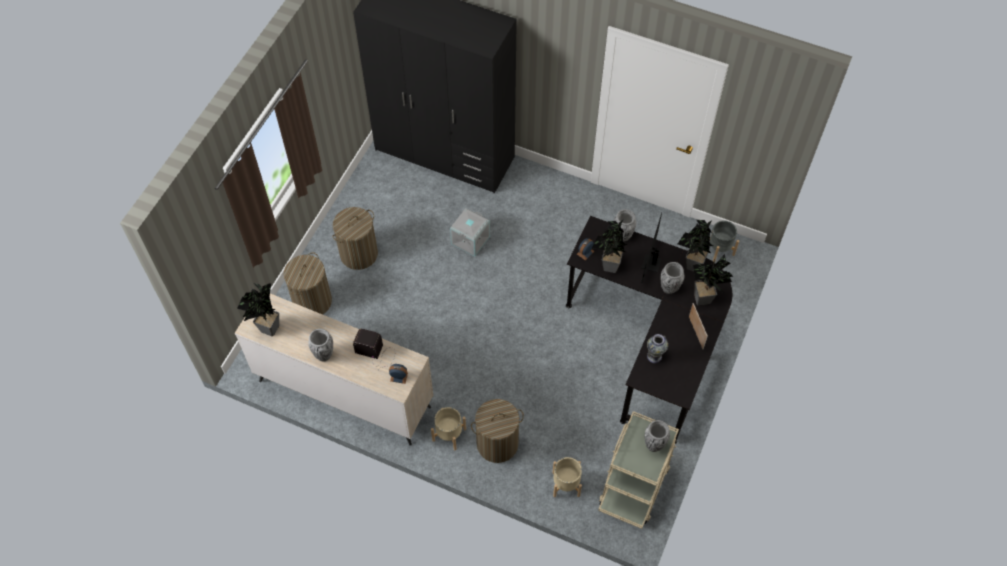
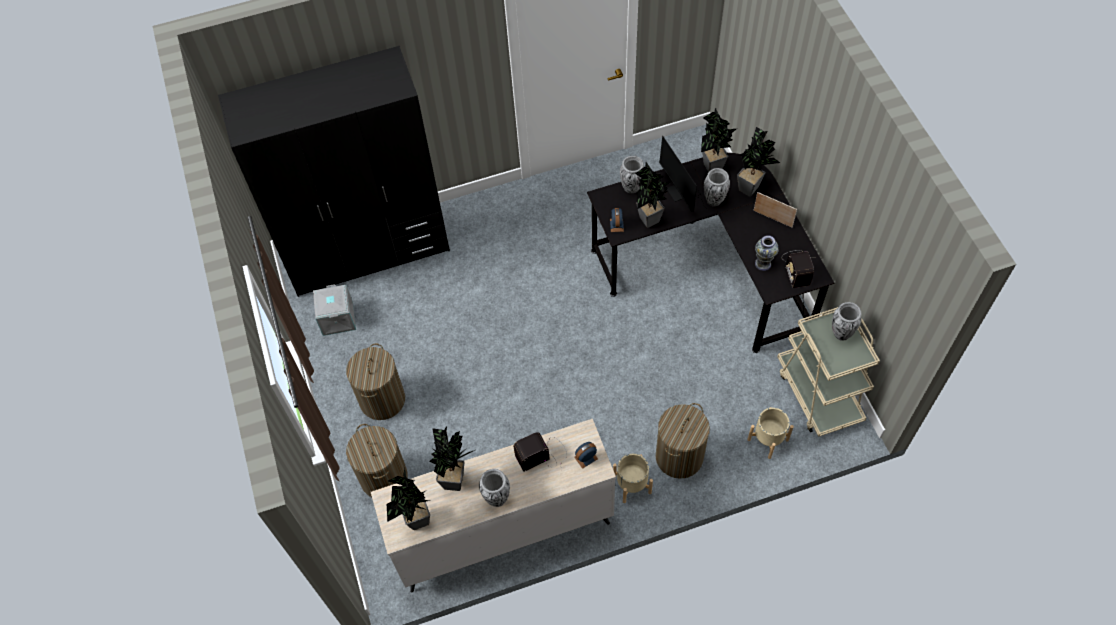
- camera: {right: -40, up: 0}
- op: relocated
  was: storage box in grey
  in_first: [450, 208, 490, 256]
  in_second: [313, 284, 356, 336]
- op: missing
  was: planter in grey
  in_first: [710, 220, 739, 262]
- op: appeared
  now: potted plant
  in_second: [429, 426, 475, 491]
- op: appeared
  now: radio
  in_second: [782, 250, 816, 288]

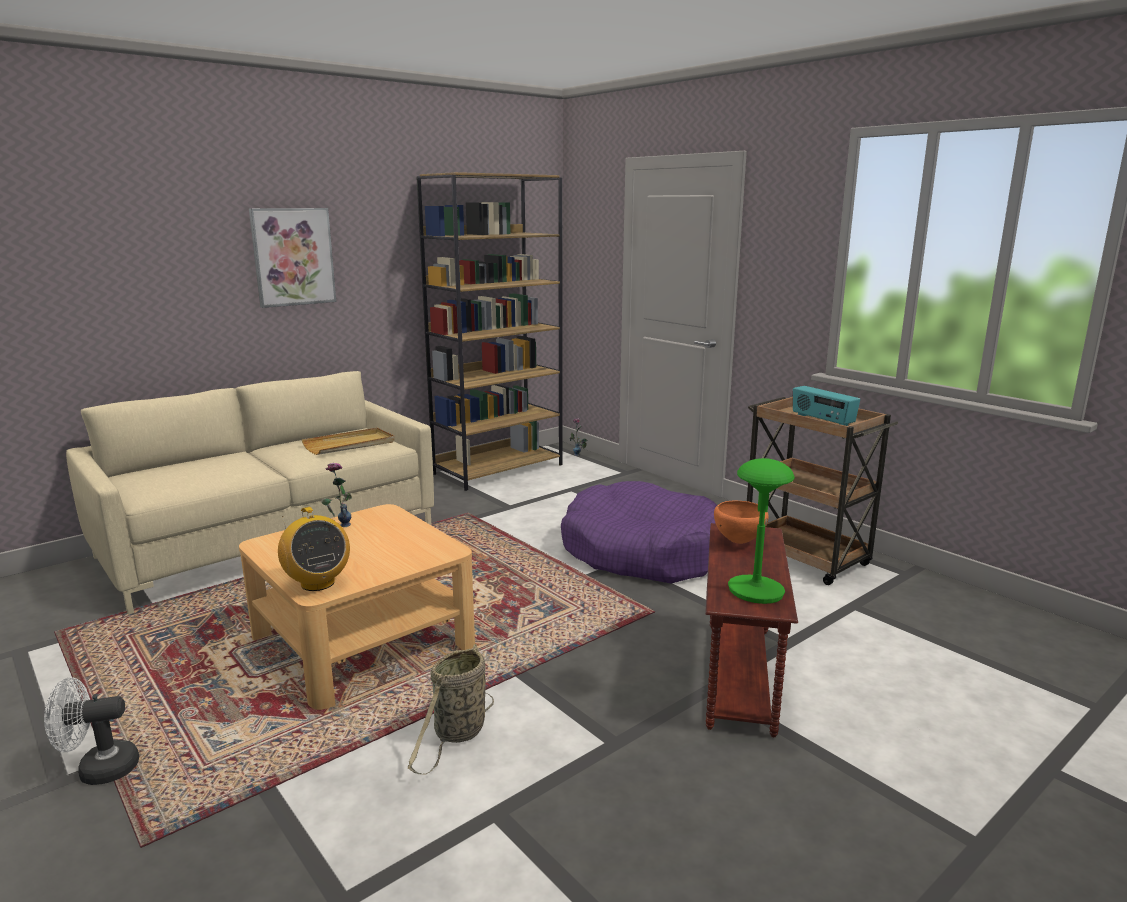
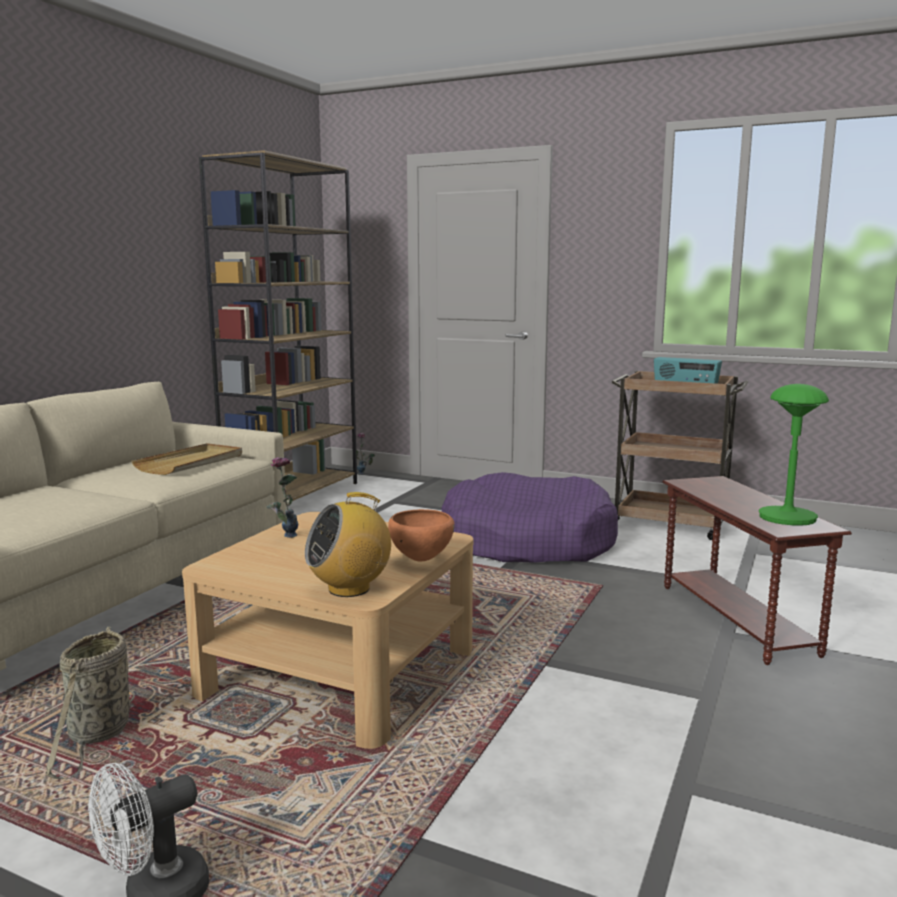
- camera: {right: -25, up: -5}
- op: missing
  was: picture
  in_first: [249, 208, 336, 308]
- op: spun
  was: radio
  in_first: [278, 507, 350, 591]
  in_second: [305, 492, 391, 597]
  clockwise: 120
- op: relocated
  was: basket
  in_first: [408, 644, 494, 775]
  in_second: [46, 627, 135, 779]
- op: relocated
  was: bowl in orange
  in_first: [714, 501, 769, 544]
  in_second: [388, 509, 454, 561]

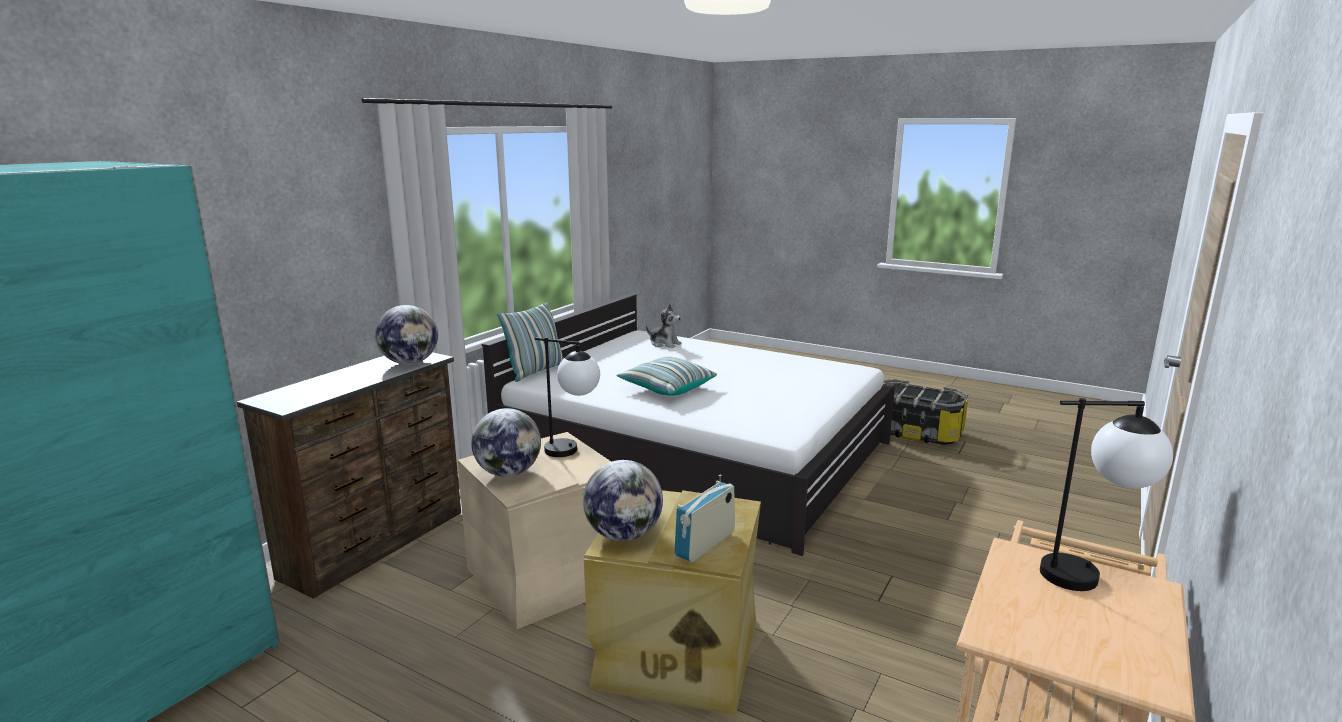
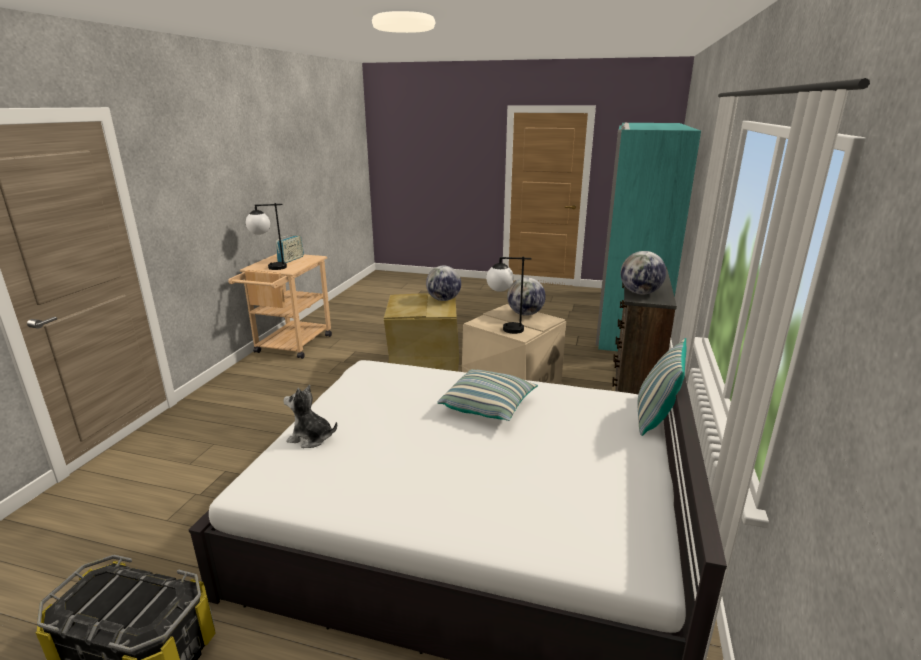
- camera: {right: 165, up: 5}
- op: relocated
  was: plush toy
  in_first: [646, 304, 682, 348]
  in_second: [283, 385, 337, 448]
- op: relocated
  was: radio
  in_first: [675, 475, 735, 562]
  in_second: [276, 235, 304, 263]

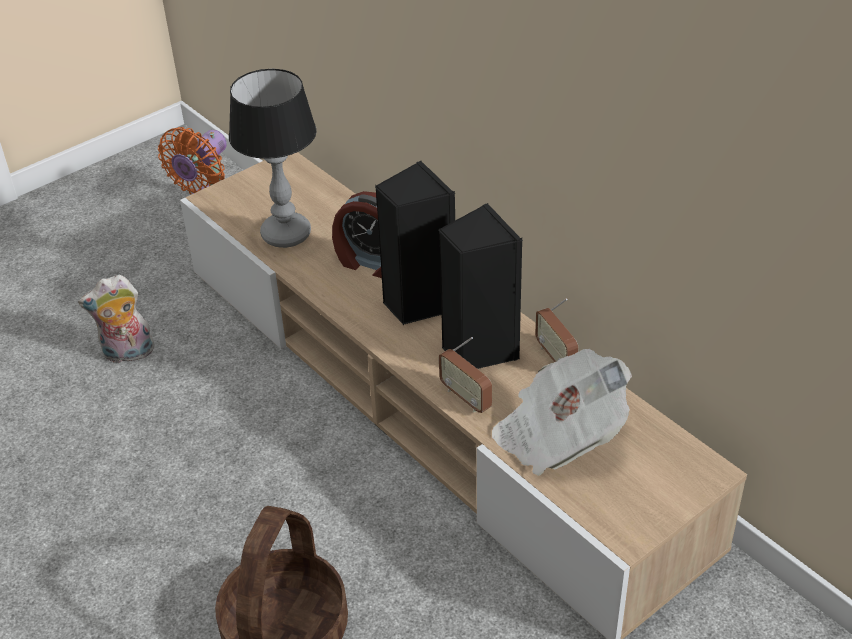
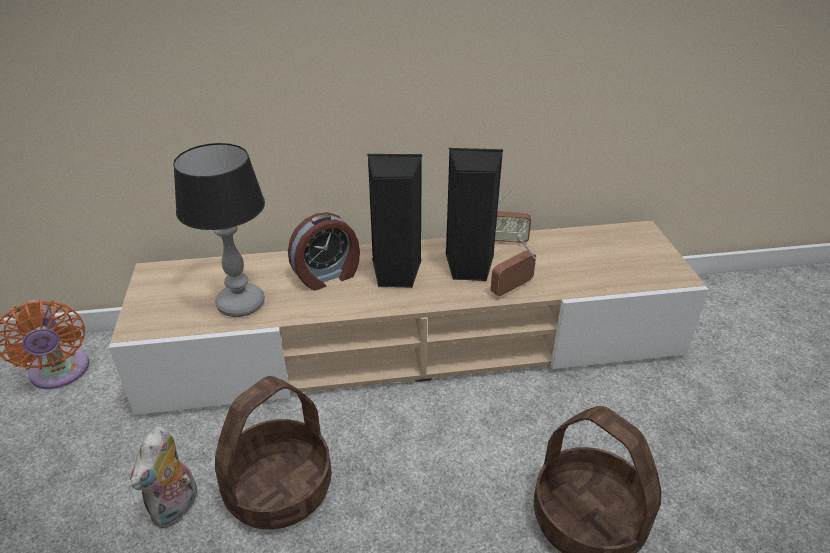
- camera: {right: -60, up: -5}
- op: spun
  was: radio
  in_first: [439, 337, 492, 413]
  in_second: [491, 240, 536, 297]
  clockwise: 150
- op: missing
  was: newspaper
  in_first: [492, 349, 632, 476]
- op: appeared
  now: basket
  in_second: [215, 376, 332, 529]

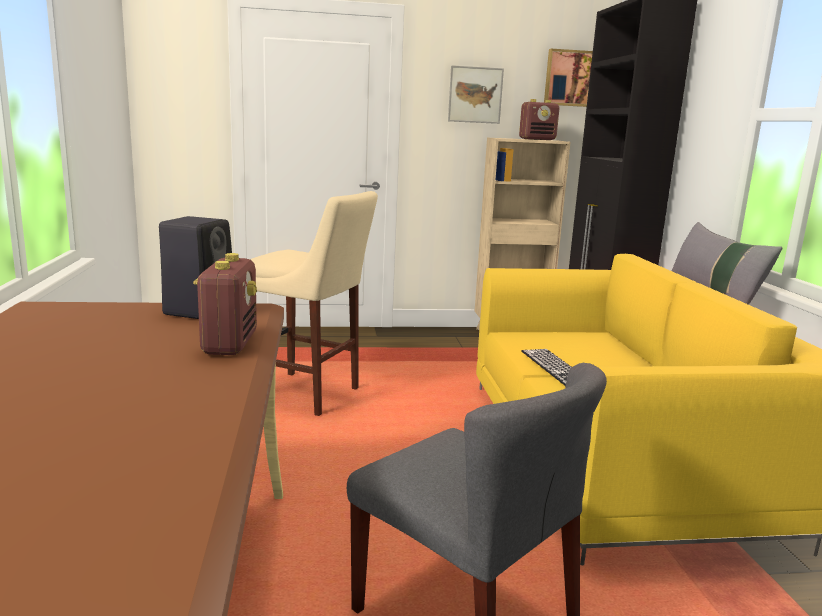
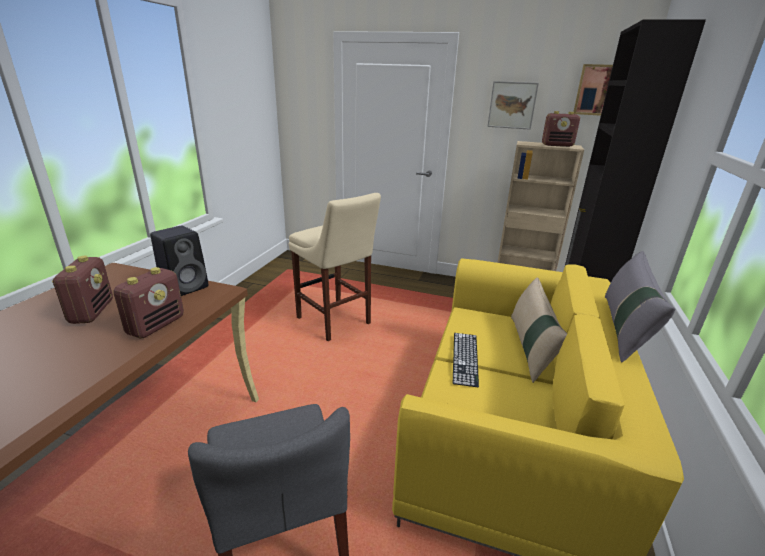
- camera: {right: 25, up: 10}
- op: appeared
  now: radio
  in_second: [52, 256, 113, 324]
- op: appeared
  now: pillow in beige
  in_second: [511, 277, 567, 383]

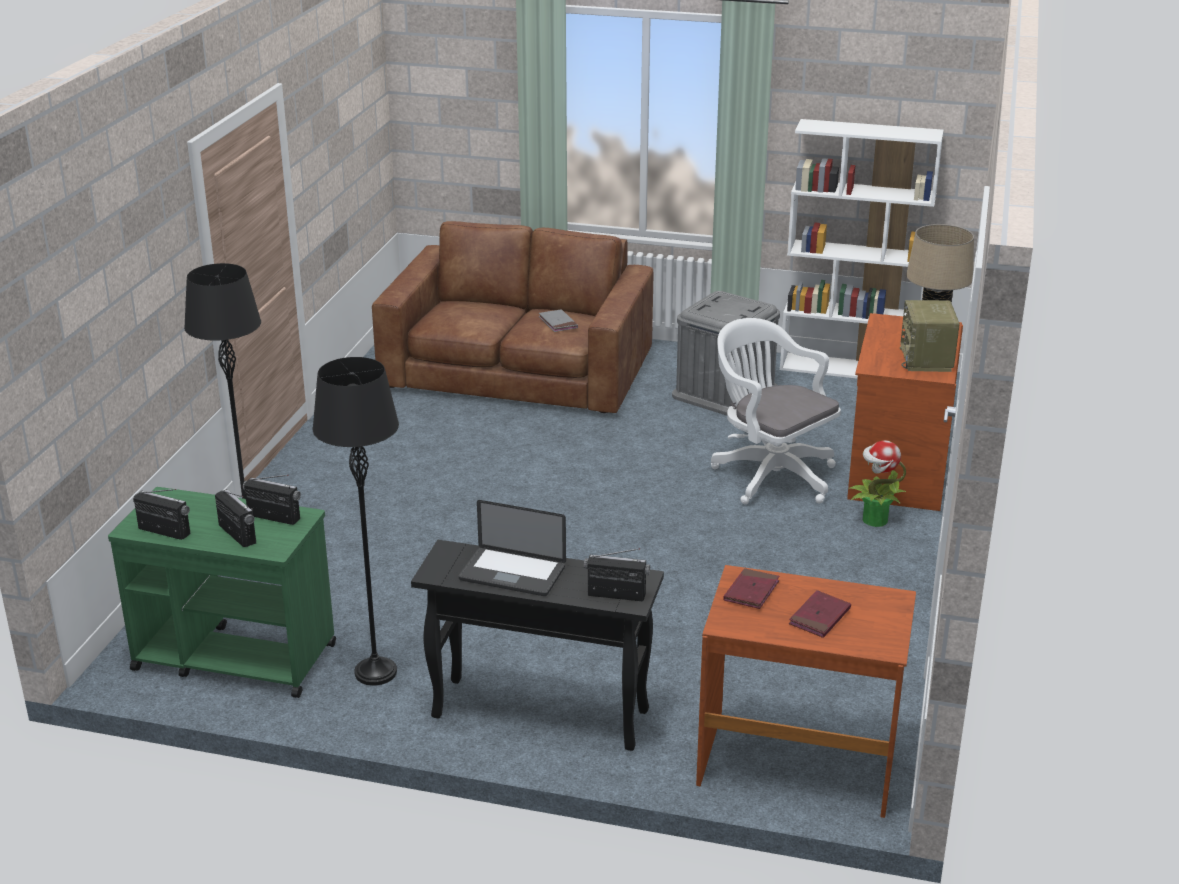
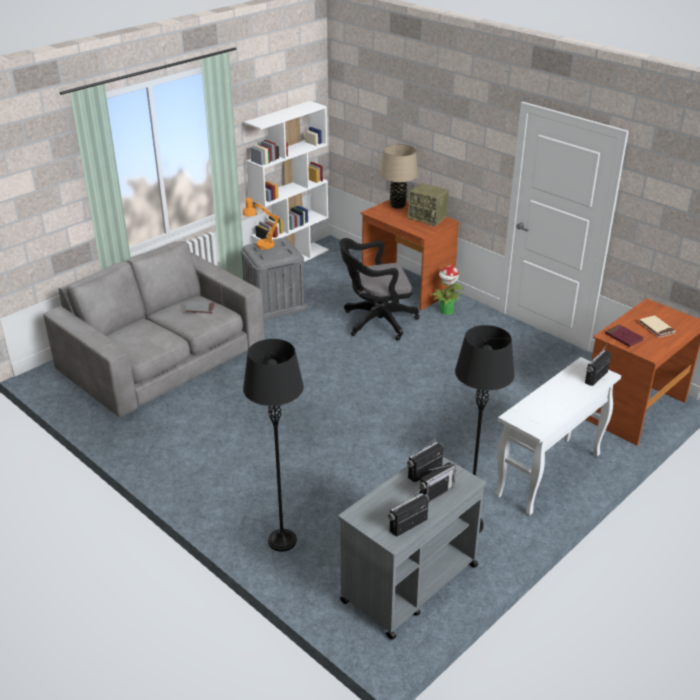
- camera: {right: -60, up: 5}
- op: colour
  was: cart in green
  now: cart in grey
  in_first: [108, 487, 336, 698]
  in_second: [339, 457, 486, 640]
- op: spun
  was: radio
  in_first: [215, 489, 256, 547]
  in_second: [419, 462, 458, 502]
  clockwise: 150
- op: colour
  was: sofa in brown
  now: sofa in grey
  in_first: [372, 221, 653, 413]
  in_second: [44, 241, 265, 417]
- op: colour
  was: console table in black
  now: console table in white
  in_first: [411, 540, 664, 751]
  in_second: [495, 357, 621, 515]
- op: missing
  was: laptop
  in_first: [459, 500, 566, 596]
- op: colour
  was: office chair in white
  now: office chair in black
  in_first: [711, 318, 841, 504]
  in_second: [339, 238, 419, 341]
- op: colour
  was: book in red
  now: book in beige
  in_first: [789, 590, 851, 638]
  in_second: [639, 315, 676, 338]
- op: appeared
  now: table lamp in orange
  in_second: [243, 198, 279, 250]

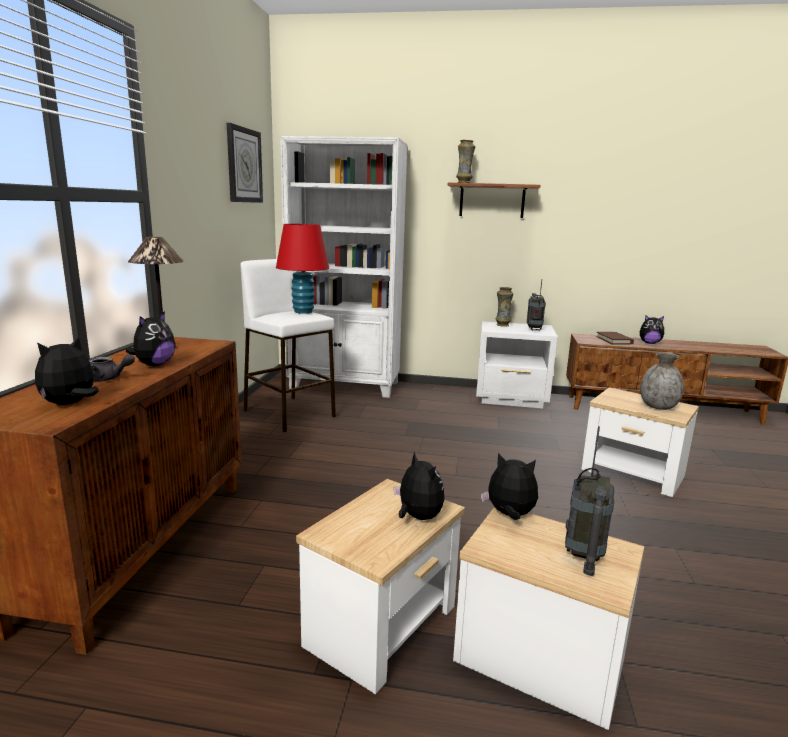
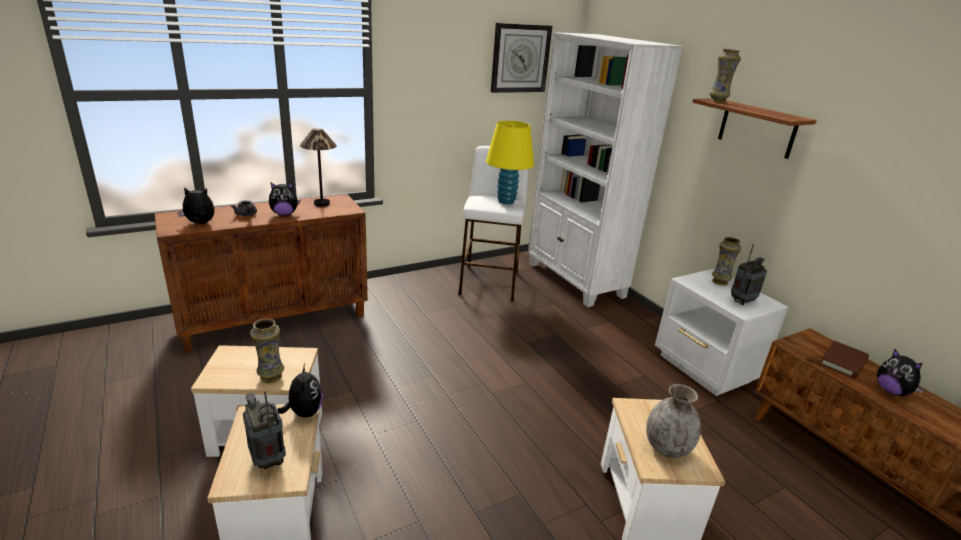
- camera: {right: 50, up: 10}
- op: colour
  was: table lamp in red
  now: table lamp in yellow
  in_first: [276, 224, 329, 314]
  in_second: [486, 121, 534, 204]
- op: exchanged
  was: plush toy
  now: vase
  in_first: [394, 451, 445, 520]
  in_second: [250, 319, 284, 383]
- op: spun
  was: radio
  in_first: [565, 426, 615, 576]
  in_second: [243, 391, 286, 469]
  clockwise: 75

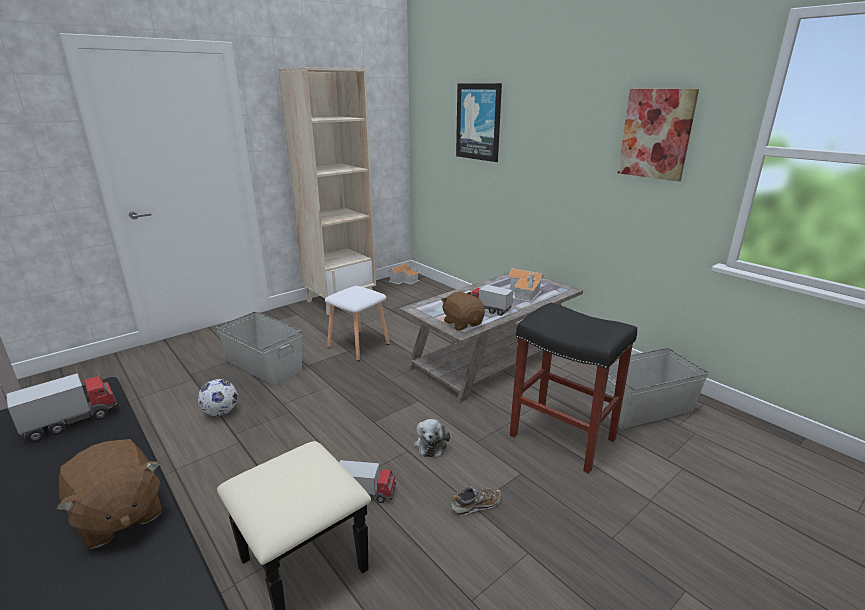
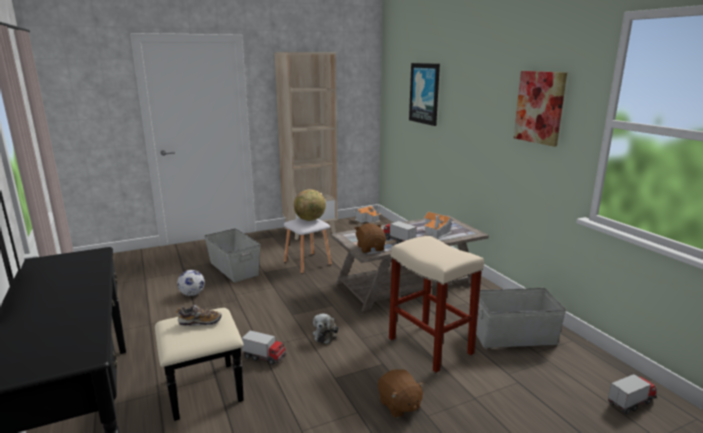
- camera: {right: 15, up: -5}
- op: relocated
  was: toy truck
  in_first: [6, 373, 119, 443]
  in_second: [608, 374, 657, 415]
- op: relocated
  was: plush toy in brown
  in_first: [57, 439, 162, 549]
  in_second: [378, 369, 425, 418]
- op: relocated
  was: shoe
  in_first: [451, 486, 501, 515]
  in_second: [176, 305, 222, 326]
- op: colour
  was: stool in black
  now: stool in beige
  in_first: [510, 303, 637, 474]
  in_second: [389, 236, 484, 373]
- op: appeared
  now: globe
  in_second: [294, 189, 326, 221]

